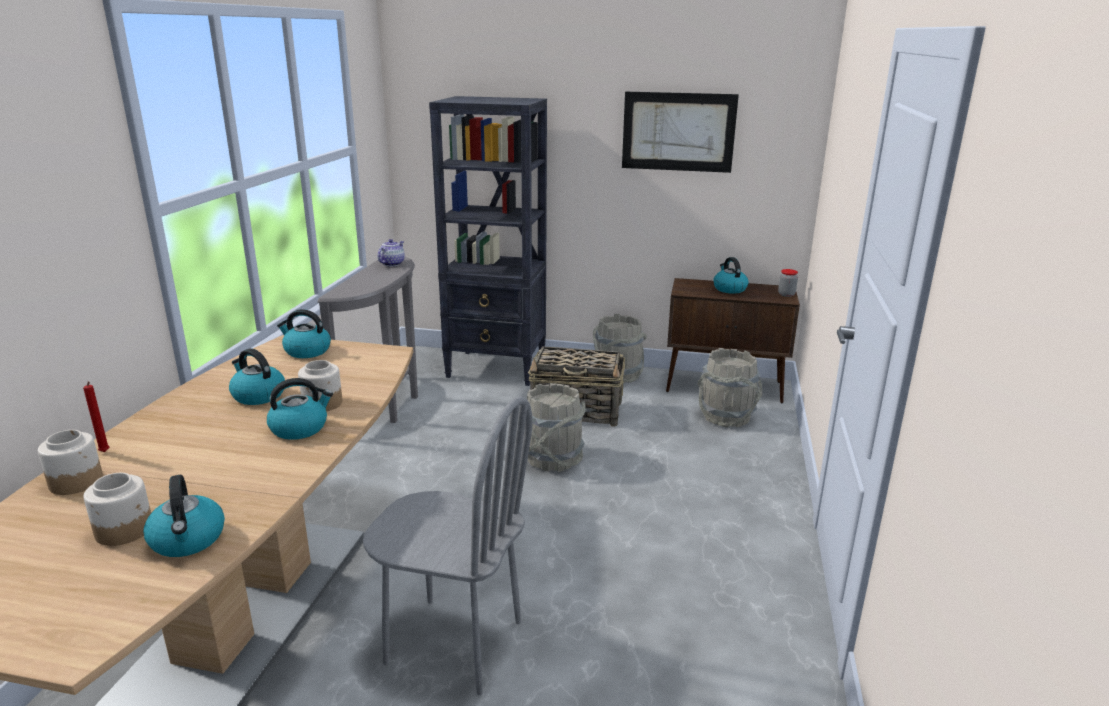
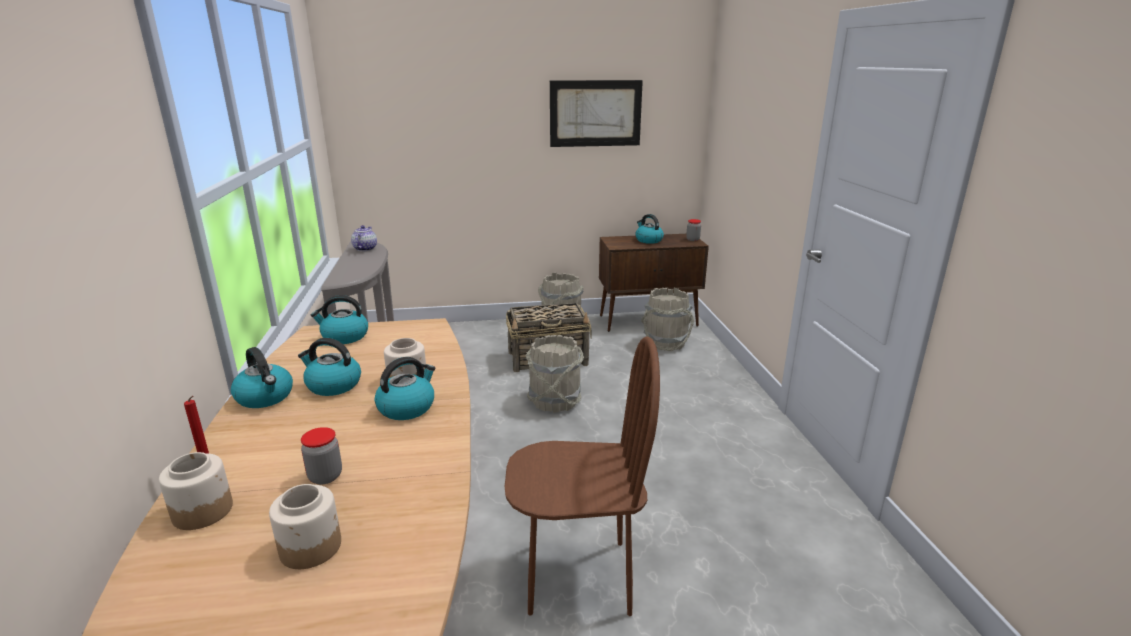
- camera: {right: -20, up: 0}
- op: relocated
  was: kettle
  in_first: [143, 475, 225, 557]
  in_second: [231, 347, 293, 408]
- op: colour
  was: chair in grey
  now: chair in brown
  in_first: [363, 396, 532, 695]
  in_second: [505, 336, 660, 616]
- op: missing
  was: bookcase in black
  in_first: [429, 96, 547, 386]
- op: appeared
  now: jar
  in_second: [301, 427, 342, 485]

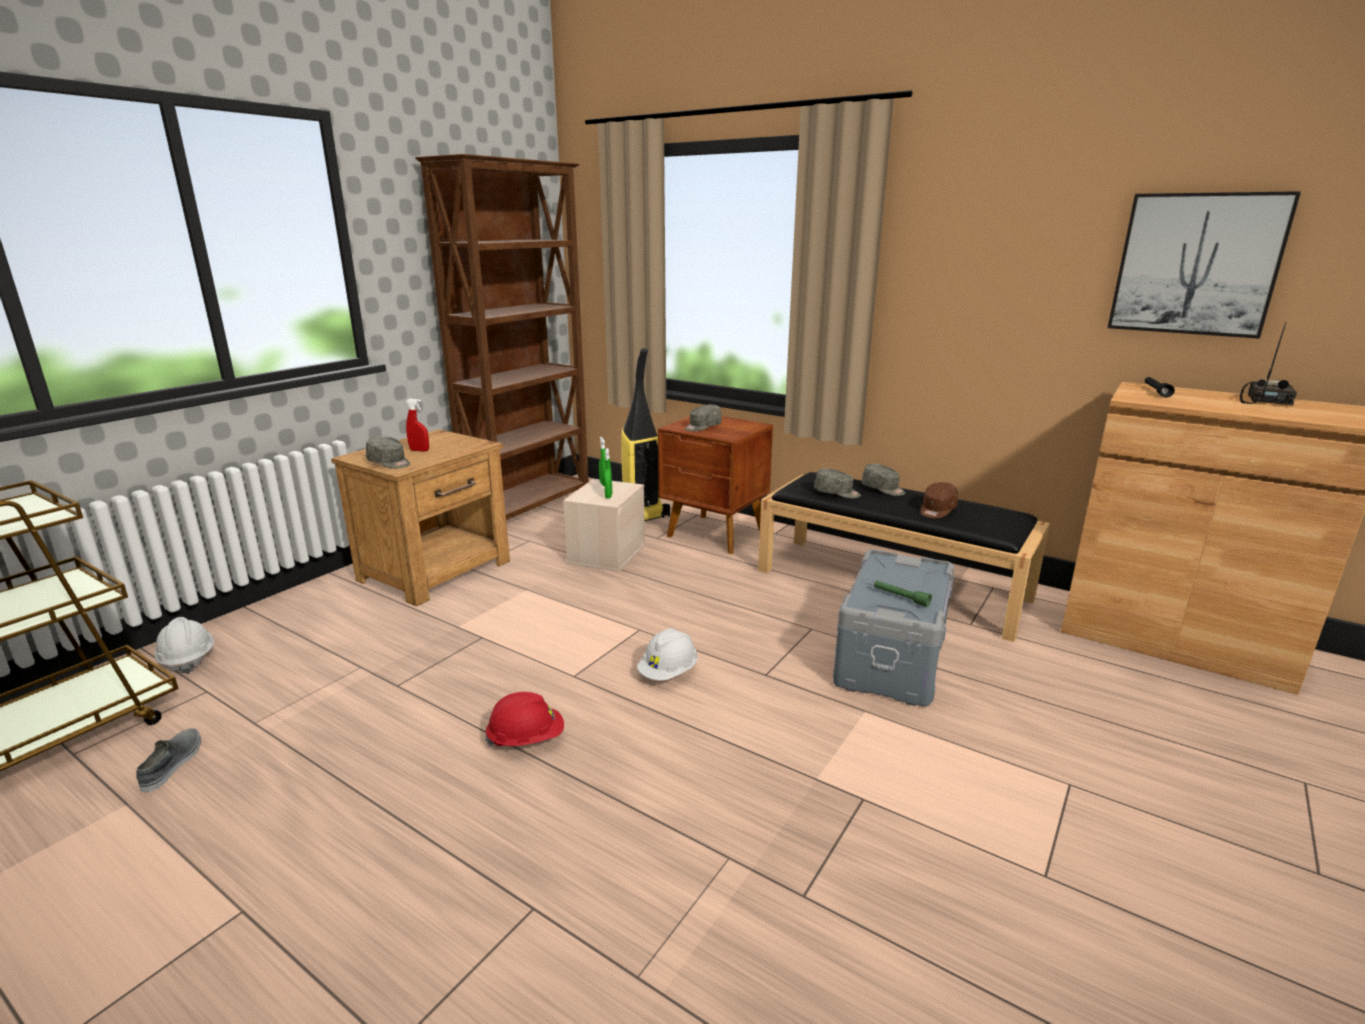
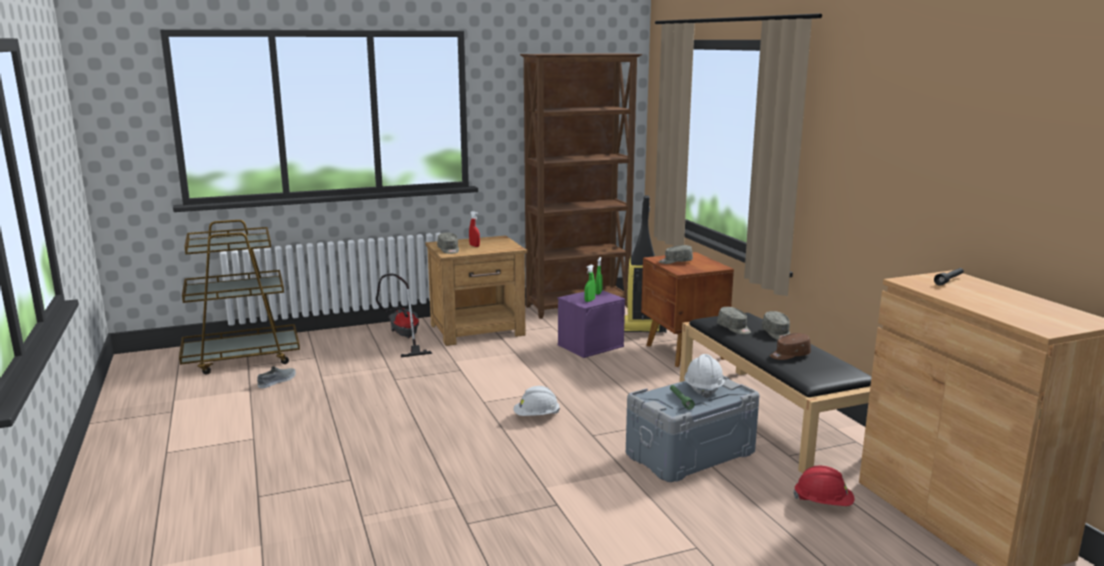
- camera: {right: 35, up: -5}
- op: relocated
  was: hard hat in white
  in_first: [155, 617, 214, 674]
  in_second: [684, 354, 725, 399]
- op: relocated
  was: hard hat in red
  in_first: [485, 692, 564, 747]
  in_second: [793, 466, 854, 506]
- op: colour
  was: storage box in beige
  now: storage box in purple
  in_first: [563, 479, 645, 572]
  in_second: [558, 289, 625, 358]
- op: missing
  was: picture
  in_first: [1108, 191, 1301, 339]
- op: missing
  was: radio
  in_first: [1240, 322, 1297, 406]
- op: appeared
  now: vacuum cleaner
  in_second: [376, 274, 432, 357]

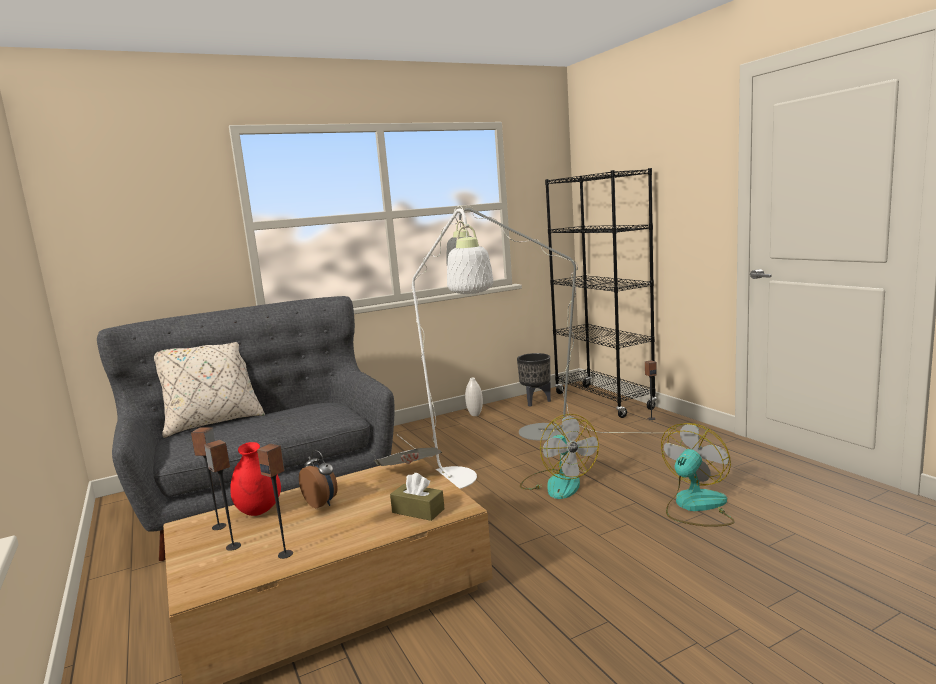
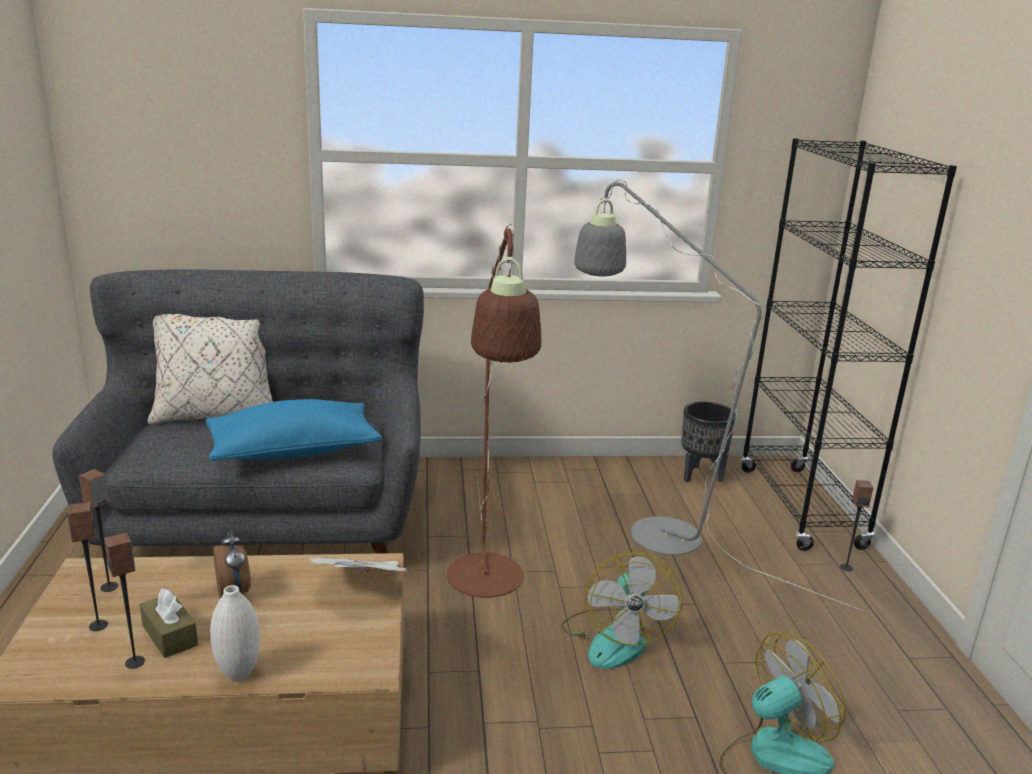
- camera: {right: 20, up: 10}
- op: missing
  was: vase in red
  in_first: [230, 442, 281, 516]
- op: relocated
  was: tissue box in brown
  in_first: [390, 473, 445, 521]
  in_second: [140, 588, 198, 658]
- op: colour
  was: floor lamp in white
  now: floor lamp in brown
  in_first: [398, 206, 494, 489]
  in_second: [447, 224, 541, 598]
- op: relocated
  was: vase in white
  in_first: [465, 378, 483, 416]
  in_second: [210, 585, 260, 681]
- op: appeared
  now: pillow in blue
  in_second: [206, 399, 382, 461]

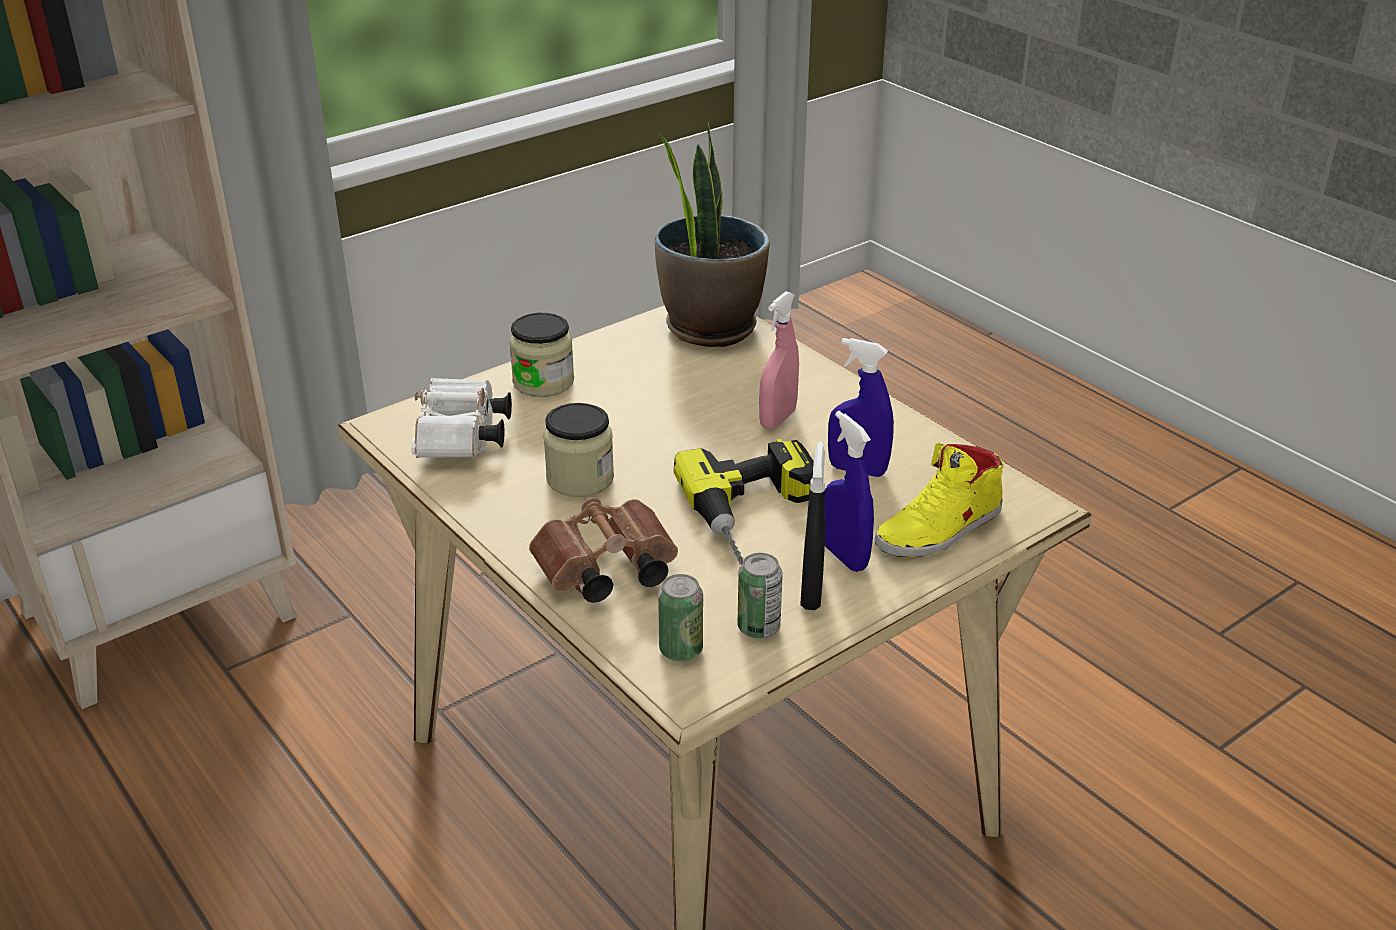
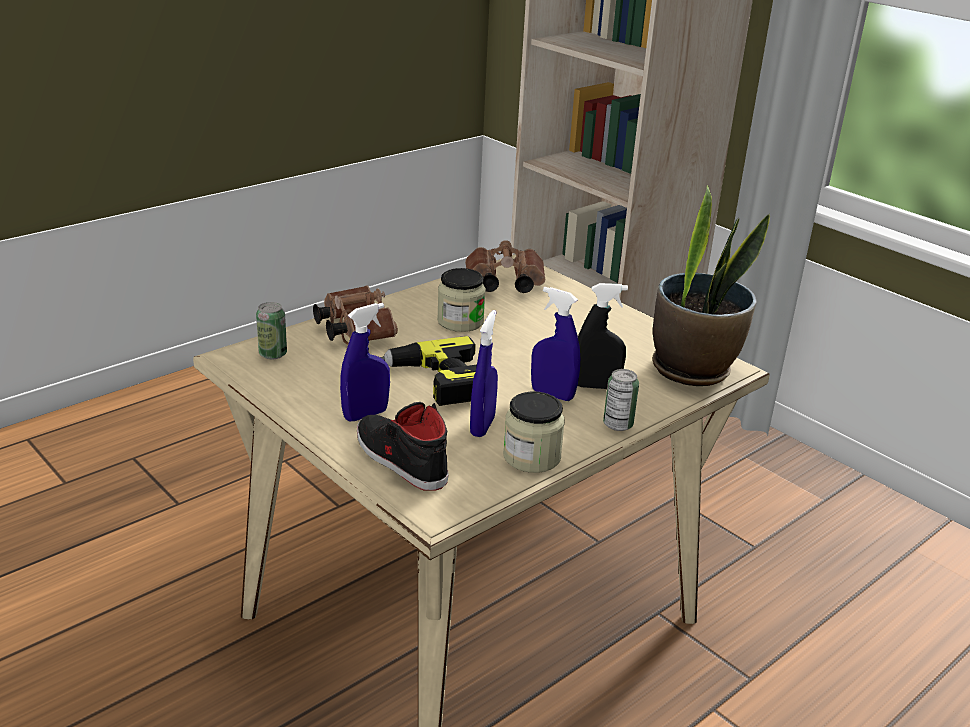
- camera: {right: 85, up: -5}
- op: colour
  was: binoculars in white
  now: binoculars in brown
  in_first: [411, 378, 512, 458]
  in_second: [465, 240, 545, 293]
- op: relocated
  was: jar
  in_first: [509, 313, 574, 397]
  in_second: [503, 391, 565, 473]
- op: relocated
  was: can
  in_first: [737, 553, 783, 638]
  in_second: [603, 369, 639, 431]
- op: colour
  was: spray bottle in pink
  now: spray bottle in blue
  in_first: [759, 291, 799, 430]
  in_second: [531, 287, 580, 401]
- op: relocated
  was: spray bottle in black
  in_first: [800, 441, 826, 610]
  in_second: [578, 283, 628, 389]
- op: colour
  was: shoe in yellow
  now: shoe in black
  in_first: [875, 443, 1003, 557]
  in_second: [357, 402, 449, 491]

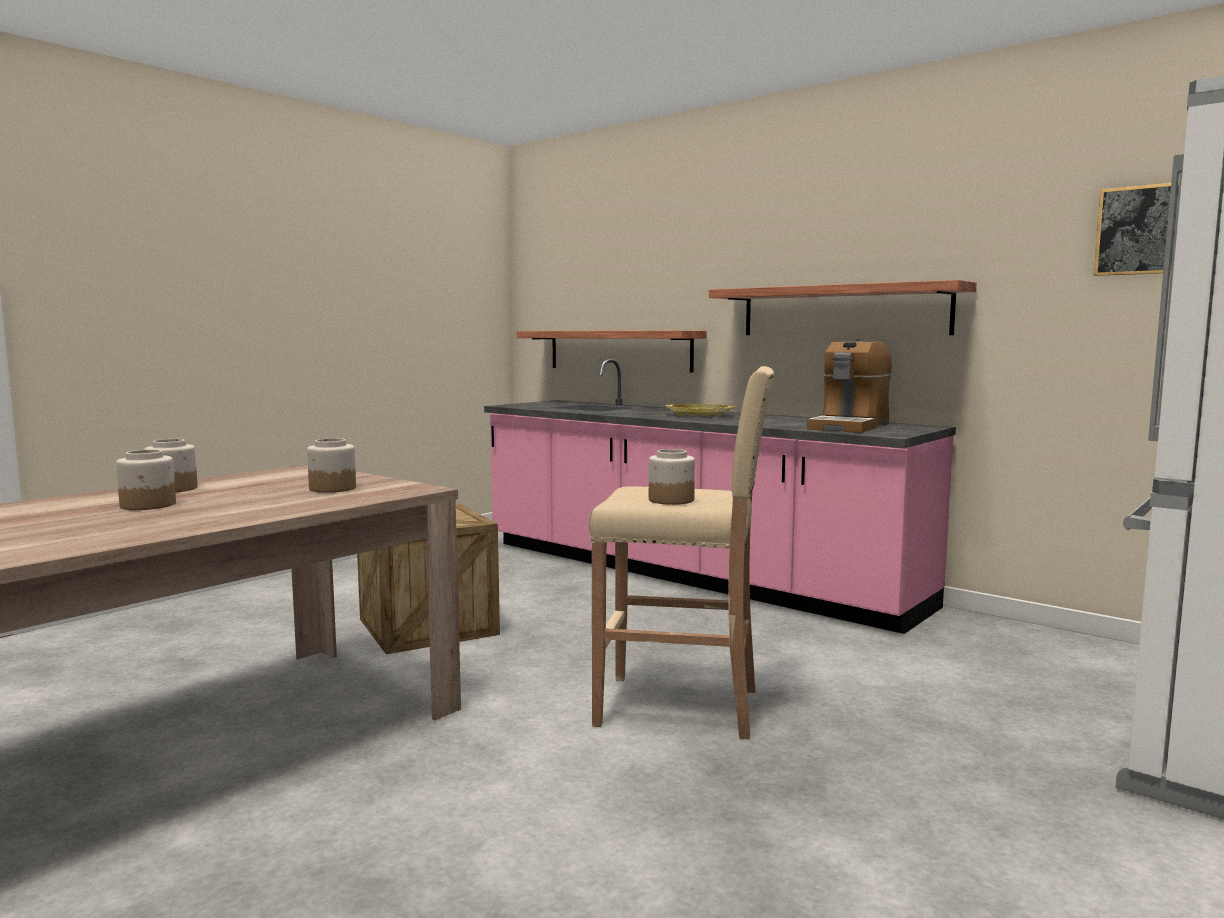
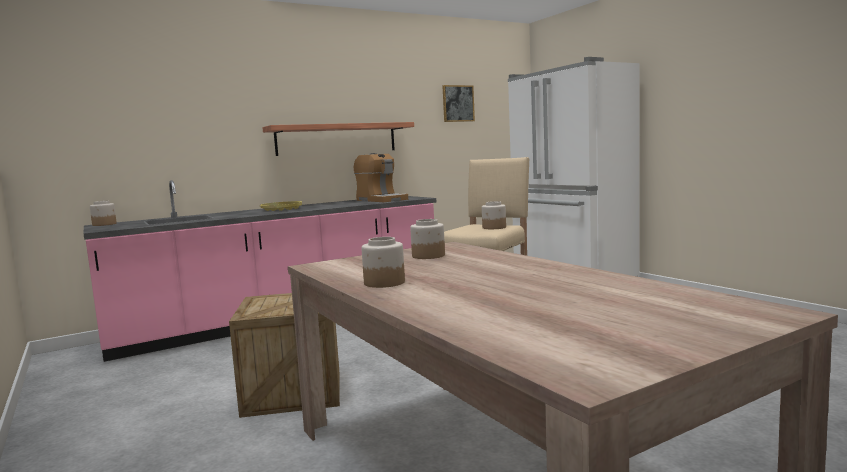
- camera: {right: -70, up: 0}
- op: relocated
  was: jar
  in_first: [116, 450, 176, 510]
  in_second: [90, 201, 117, 226]
- op: missing
  was: shelf
  in_first: [517, 331, 707, 373]

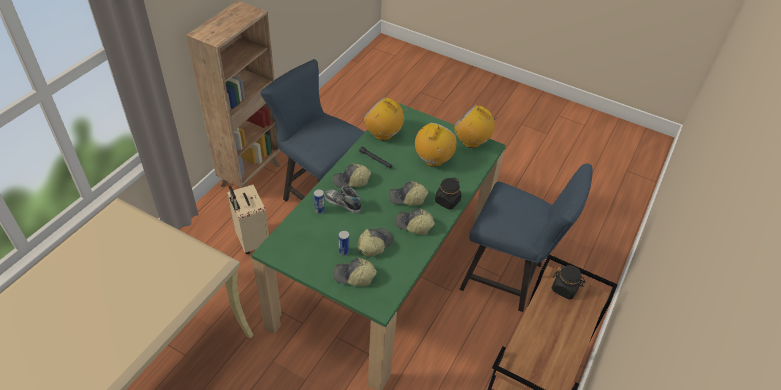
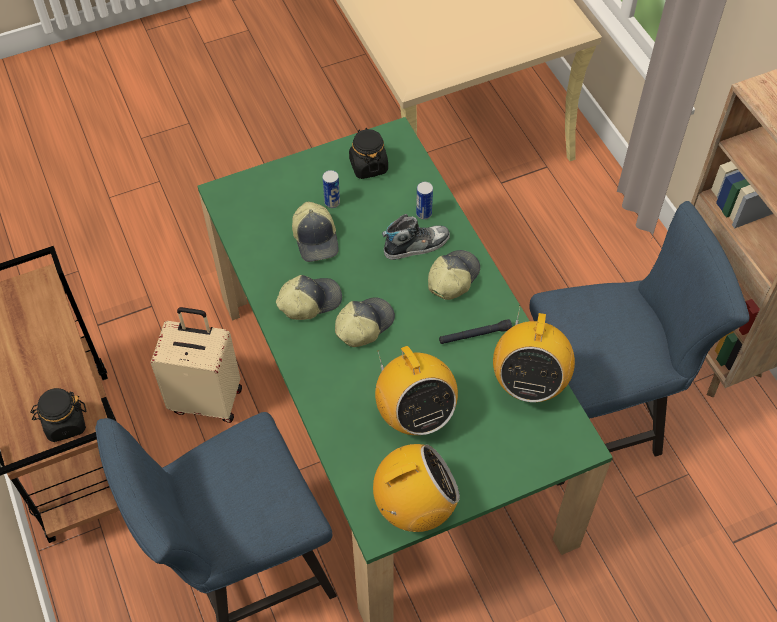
- camera: {right: 130, up: 10}
- op: relocated
  was: suitcase in beige
  in_first: [227, 185, 269, 254]
  in_second: [150, 307, 242, 423]
- op: missing
  was: cap
  in_first: [333, 258, 377, 286]
- op: spun
  was: radio
  in_first: [364, 97, 409, 141]
  in_second: [493, 305, 575, 402]
  clockwise: 120
- op: relocated
  was: jar in black
  in_first: [435, 177, 462, 210]
  in_second: [349, 128, 388, 179]

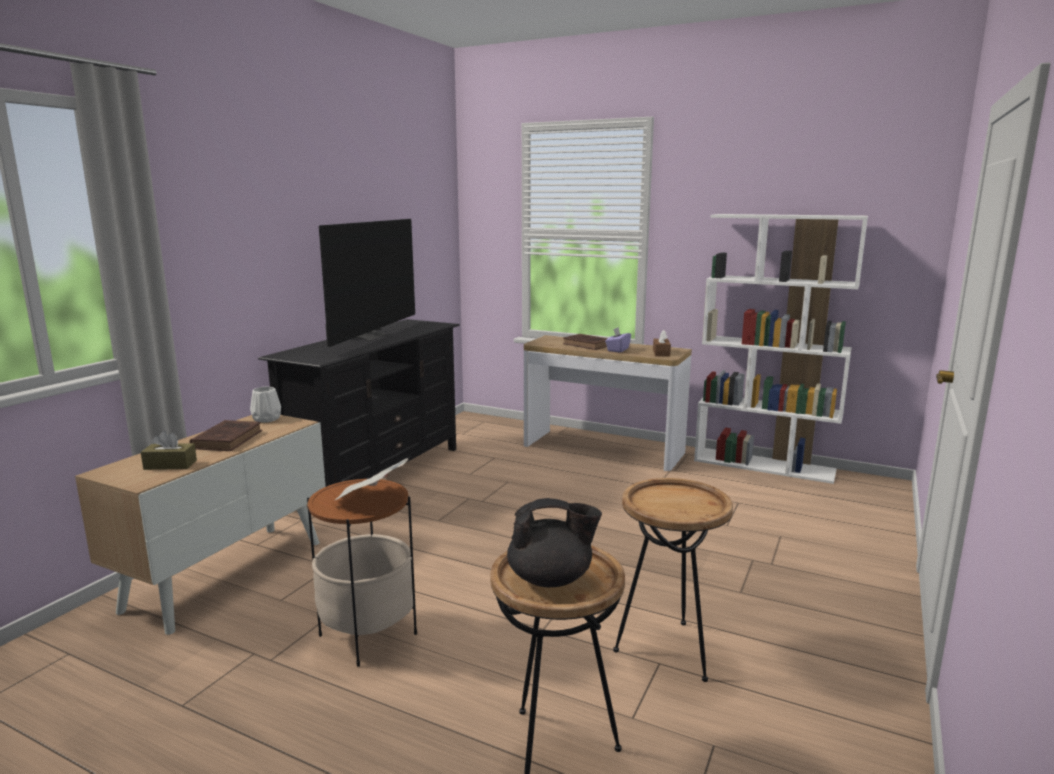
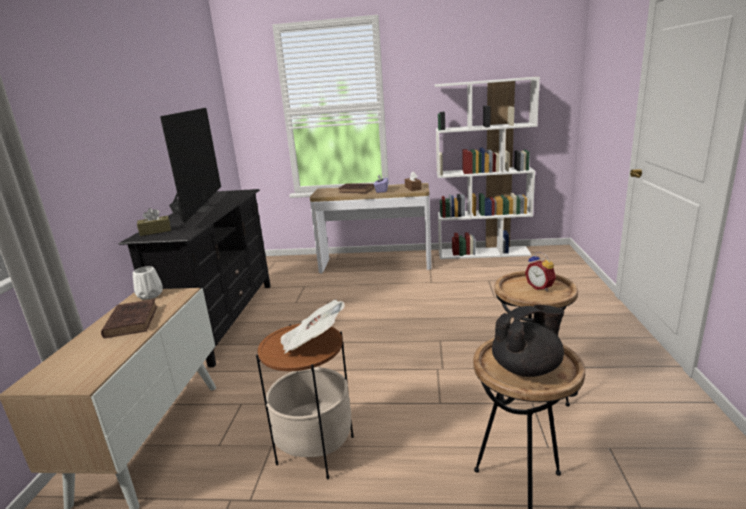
- camera: {right: -20, up: 5}
- op: relocated
  was: tissue box in brown
  in_first: [141, 431, 197, 470]
  in_second: [137, 208, 171, 236]
- op: appeared
  now: alarm clock
  in_second: [525, 252, 556, 291]

